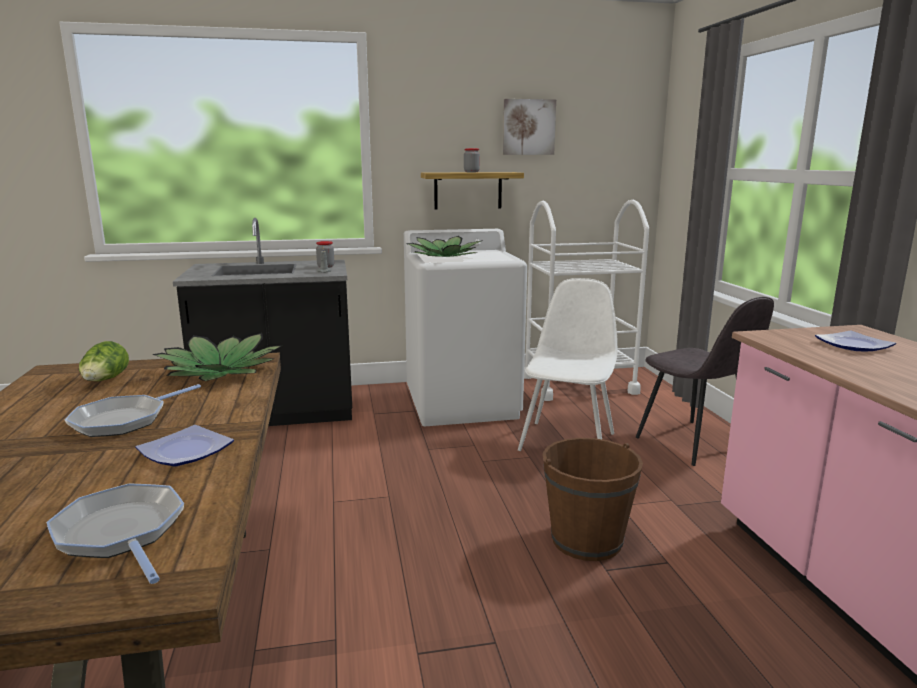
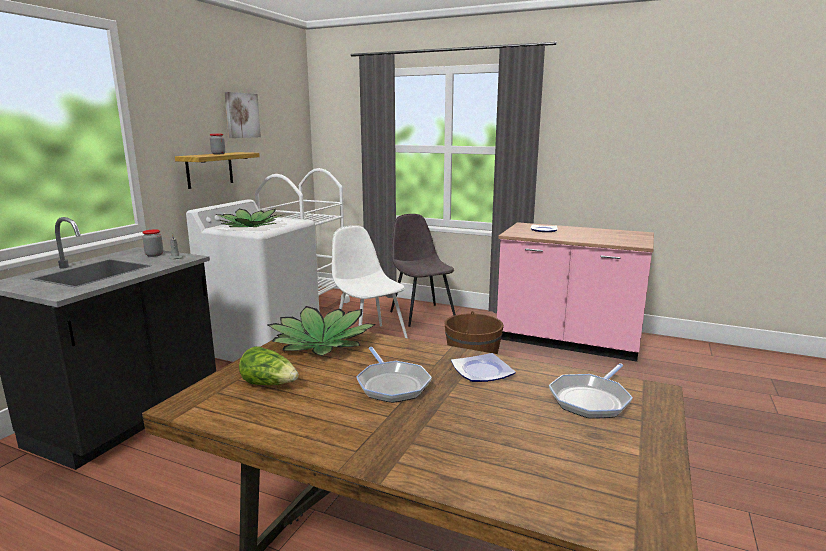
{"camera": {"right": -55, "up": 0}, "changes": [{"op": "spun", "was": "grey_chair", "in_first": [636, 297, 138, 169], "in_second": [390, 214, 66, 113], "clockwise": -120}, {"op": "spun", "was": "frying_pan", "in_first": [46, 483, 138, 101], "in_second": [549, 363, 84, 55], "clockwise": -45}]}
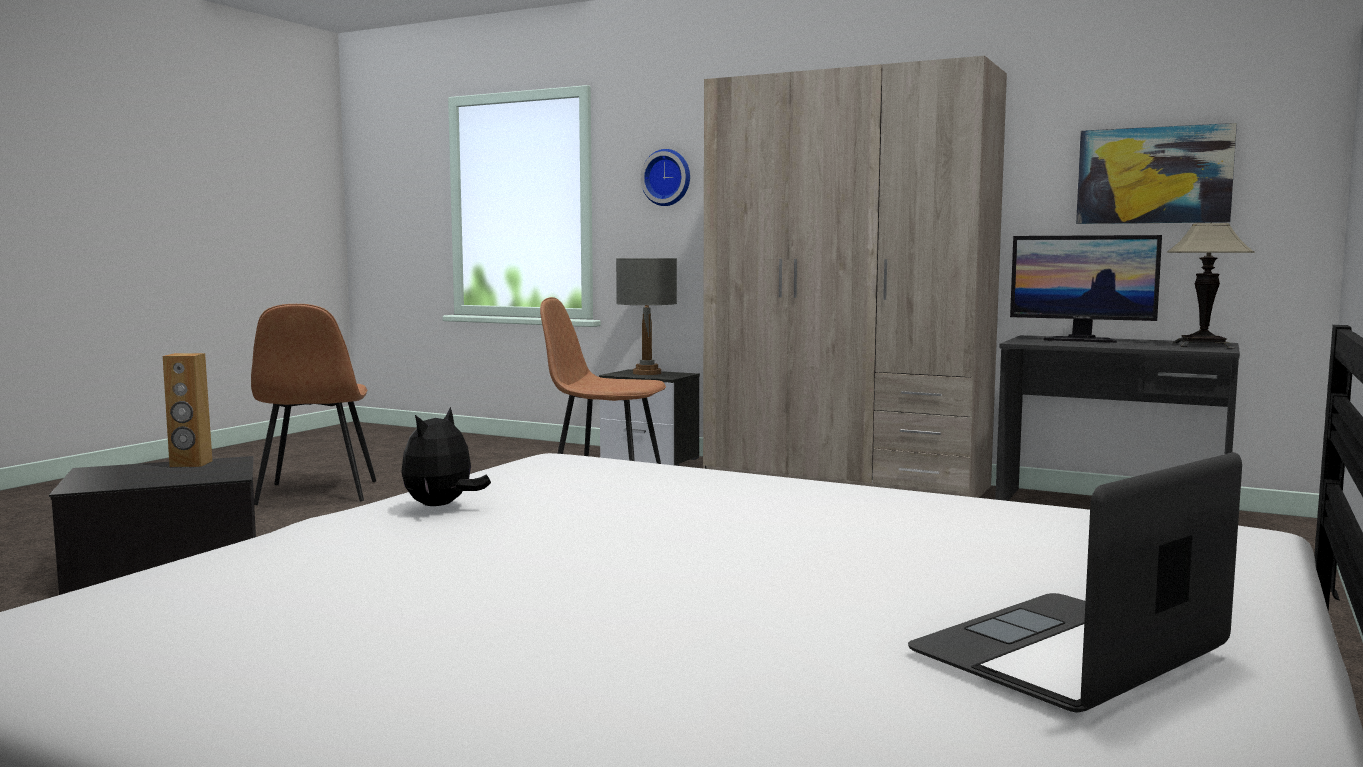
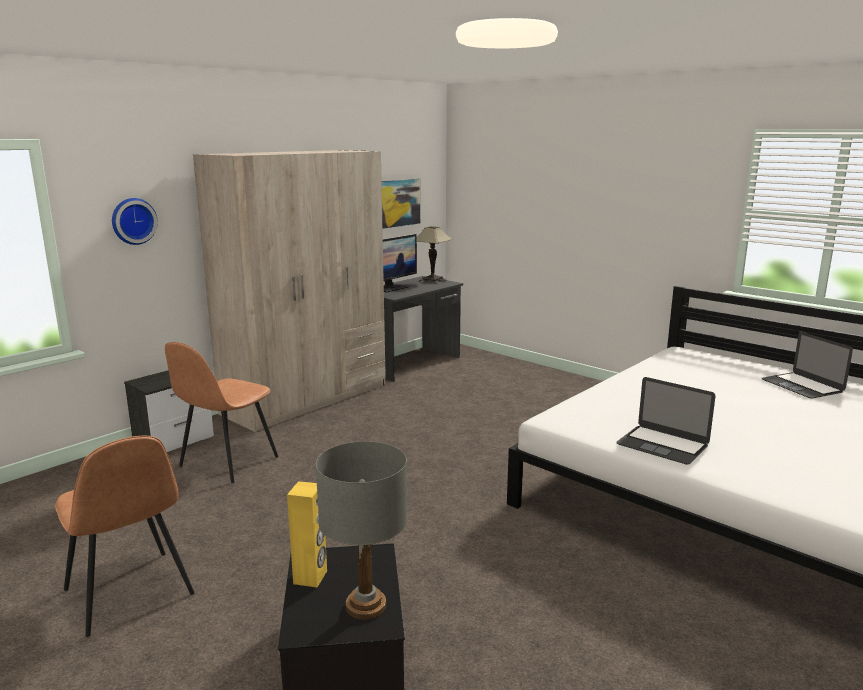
{"camera": {"right": -75, "up": 10}, "changes": [{"op": "spun", "was": "brown_chair", "in_first": [251, 304, 125, 201], "in_second": [55, 436, 140, 201], "clockwise": 45}, {"op": "colour", "was": "brown_speaker", "now": "yellow_speaker", "in_first": [163, 353, 49, 114], "in_second": [287, 481, 40, 107]}, {"op": "relocated", "was": "grey_table_lamp", "in_first": [616, 258, 61, 117], "in_second": [315, 441, 92, 179]}, {"op": "exchanged", "was": "plush_toy", "now": "laptop", "in_first": [402, 407, 89, 99], "in_second": [616, 377, 99, 88]}]}
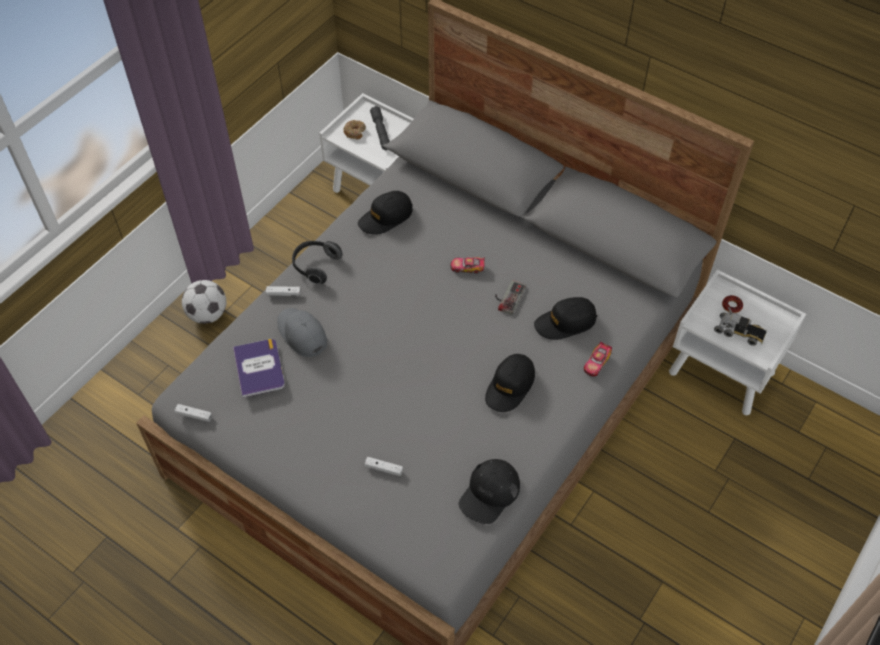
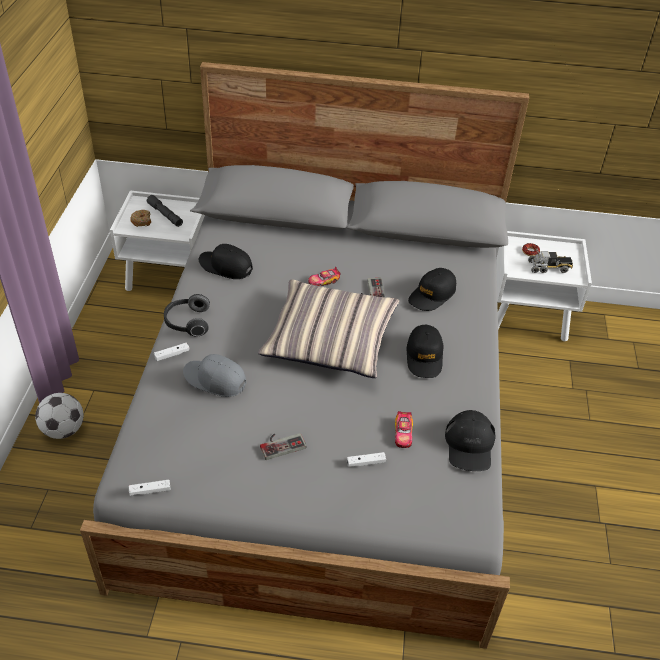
{"camera": {"right": -30, "up": -10}, "changes": [{"op": "spun", "was": "black_cap", "in_first": [358, 191, 55, 44], "in_second": [199, 244, 54, 35], "clockwise": 90}, {"op": "appeared", "now": "pillow", "in_second": [258, 279, 141, 99]}, {"op": "appeared", "now": "game_controller", "in_second": [260, 433, 47, 27]}, {"op": "relocated", "was": "toy_car", "in_first": [584, 342, 28, 35], "in_second": [395, 411, 18, 37]}, {"op": "missing", "was": "book", "in_first": [233, 339, 52, 58]}]}
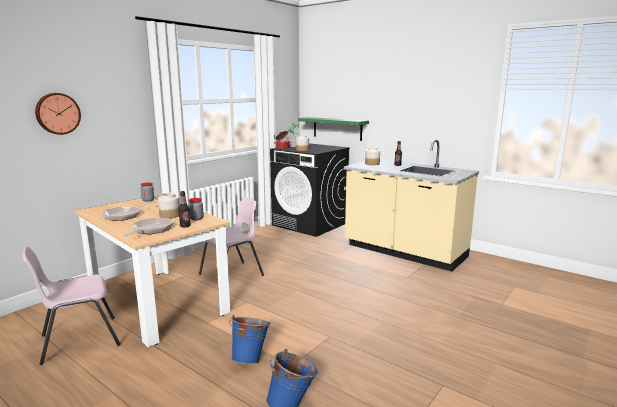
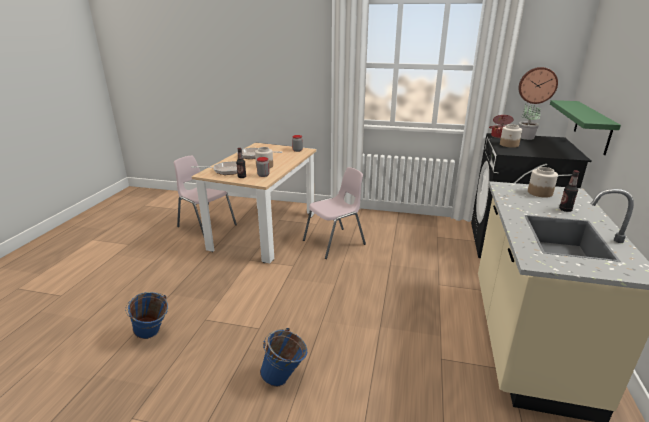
{"camera": {"right": 65, "up": 10}, "changes": [{"op": "relocated", "was": "blue_bucket", "in_first": [229, 315, 41, 49], "in_second": [260, 328, 48, 59]}, {"op": "spun", "was": "pink_chair", "in_first": [199, 197, 65, 93], "in_second": [303, 167, 63, 92], "clockwise": -60}, {"op": "relocated", "was": "wall_clock", "in_first": [35, 93, 46, 42], "in_second": [518, 67, 40, 37]}]}
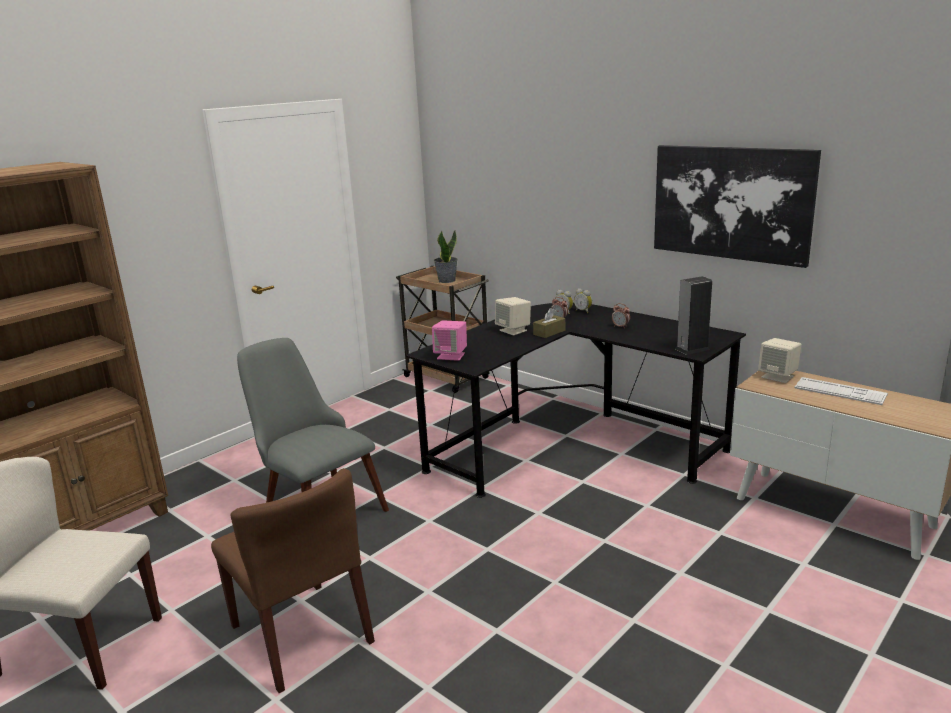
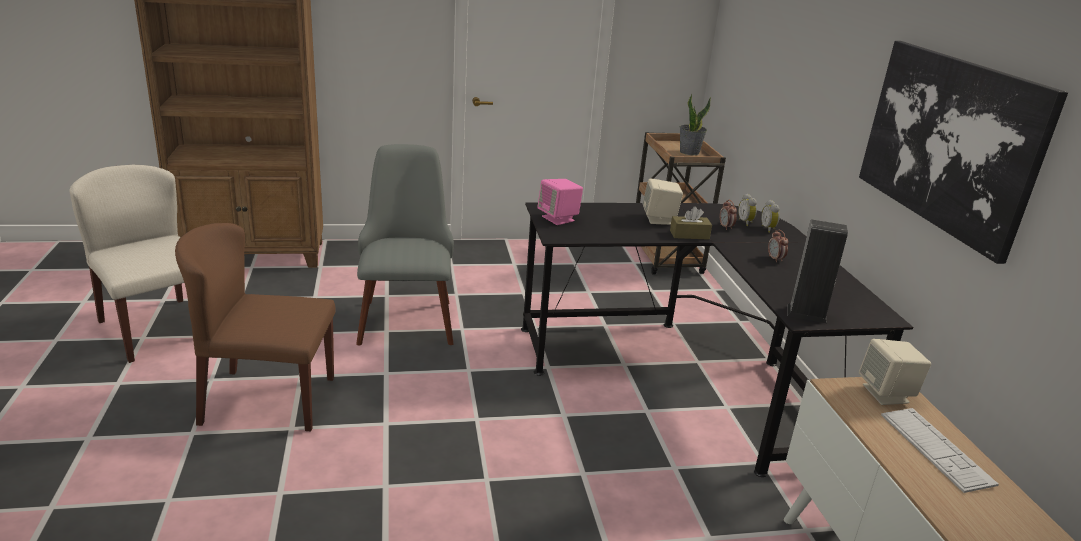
{"camera": {"right": 35, "up": 5}, "changes": [{"op": "spun", "was": "brown_chair", "in_first": [211, 468, 164, 225], "in_second": [175, 223, 161, 208], "clockwise": 90}]}
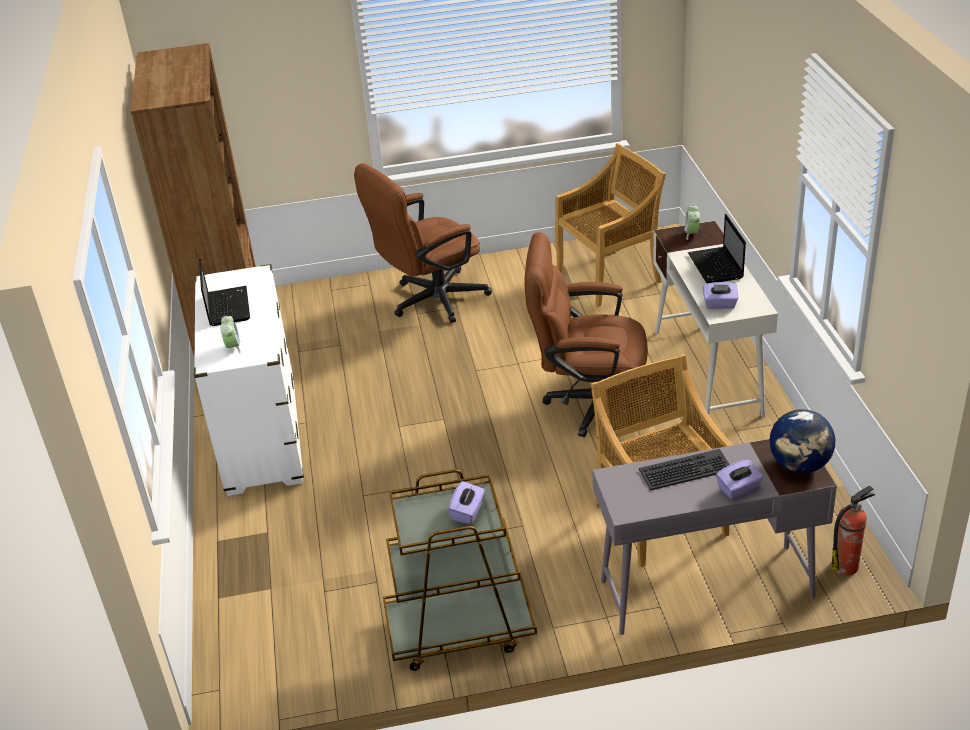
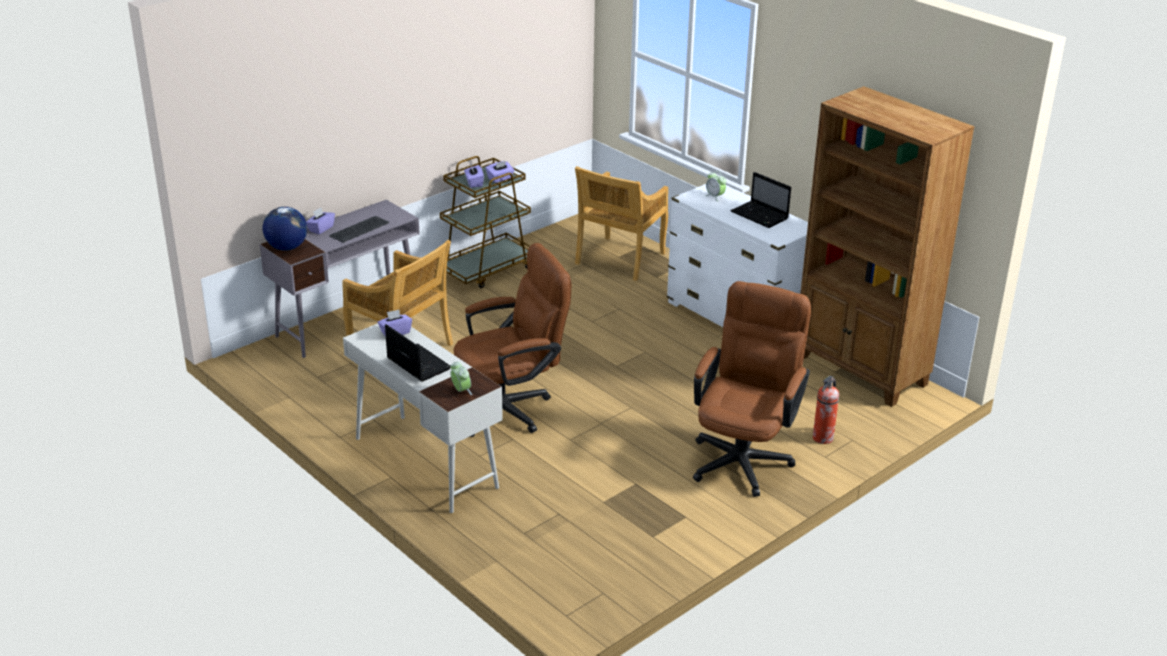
{"camera": {"right": 145, "up": -5}, "changes": [{"op": "appeared", "now": "purple_tissue_box", "in_second": [486, 161, 28, 22]}, {"op": "relocated", "was": "beige_chair", "in_first": [555, 143, 111, 164], "in_second": [575, 166, 93, 115]}, {"op": "relocated", "was": "fire_extinguisher", "in_first": [831, 485, 44, 90], "in_second": [813, 375, 26, 69]}]}
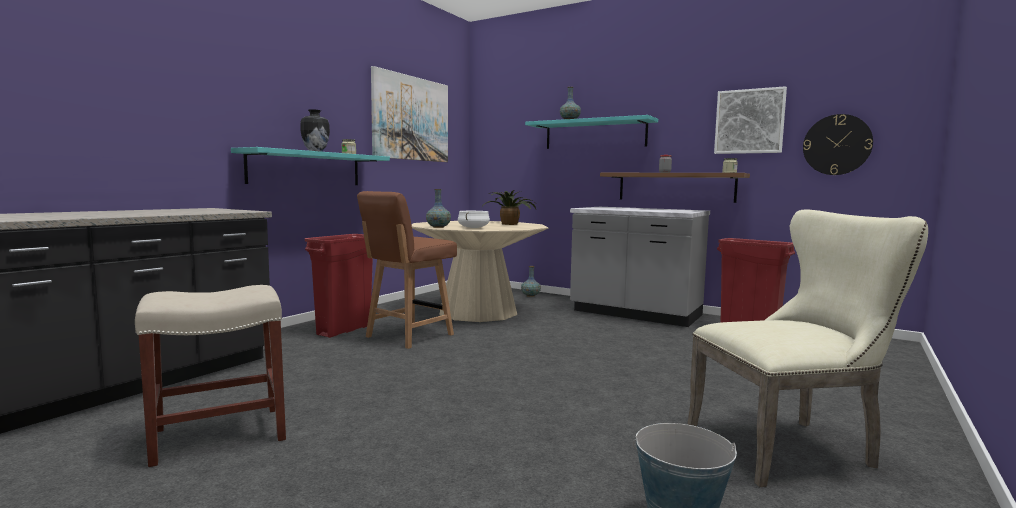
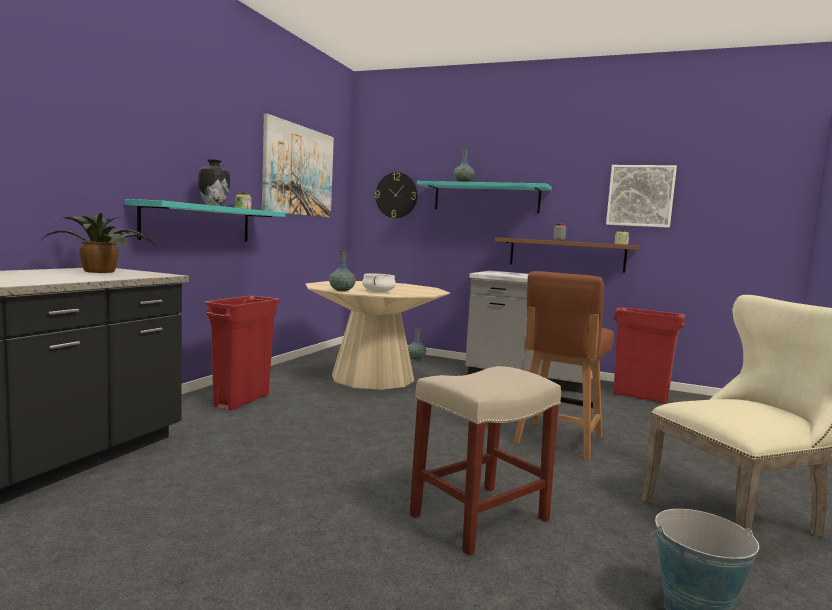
{"camera": {"right": -10, "up": 0}, "changes": [{"op": "relocated", "was": "potted_plant", "in_first": [482, 190, 54, 35], "in_second": [42, 213, 115, 60]}, {"op": "relocated", "was": "wall_clock", "in_first": [803, 114, 70, 61], "in_second": [375, 172, 43, 46]}, {"op": "relocated", "was": "beige_stool", "in_first": [135, 285, 151, 182], "in_second": [410, 366, 151, 189]}, {"op": "relocated", "was": "brown_chair", "in_first": [357, 191, 100, 158], "in_second": [513, 271, 101, 189]}]}
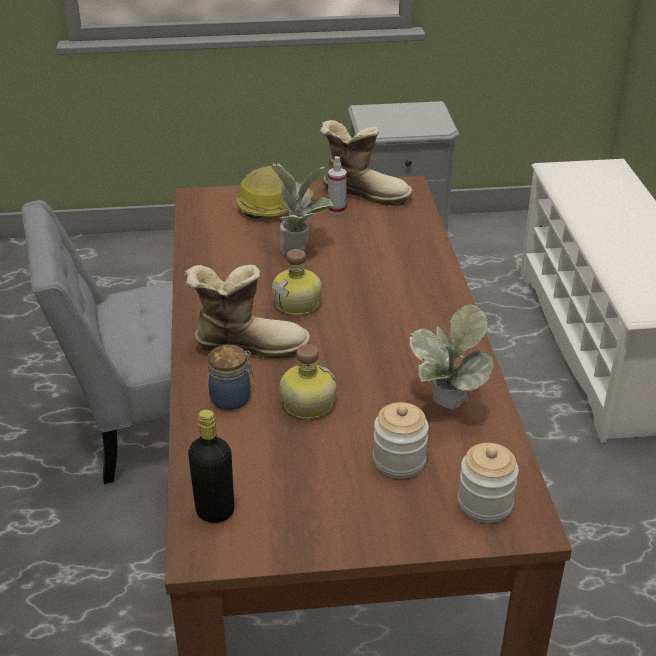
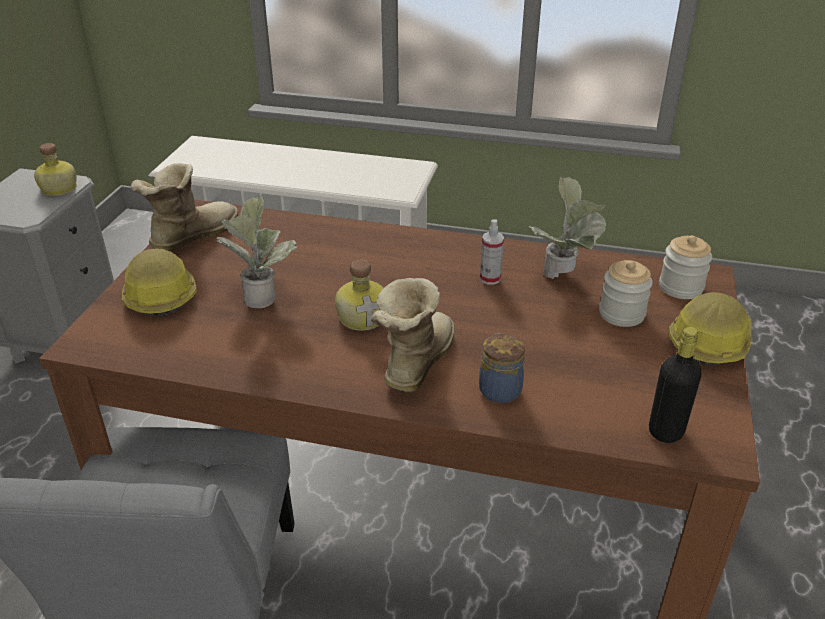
{"camera": {"right": -70, "up": 0}, "changes": [{"op": "relocated", "was": "bottle", "in_first": [279, 344, 58, 75], "in_second": [34, 143, 43, 53]}, {"op": "relocated", "was": "spray_bottle", "in_first": [328, 156, 19, 58], "in_second": [480, 219, 24, 66]}, {"op": "appeared", "now": "hard_hat", "in_second": [668, 292, 84, 74]}]}
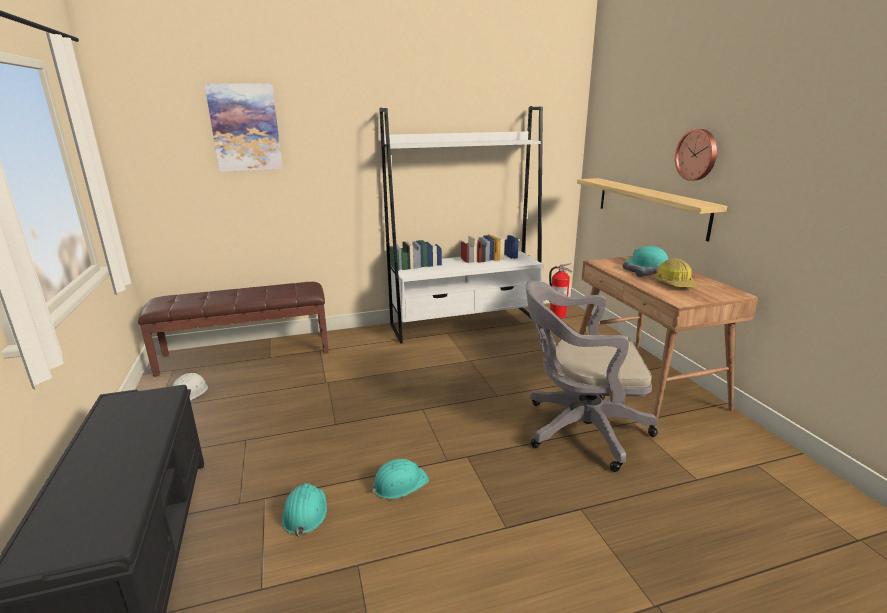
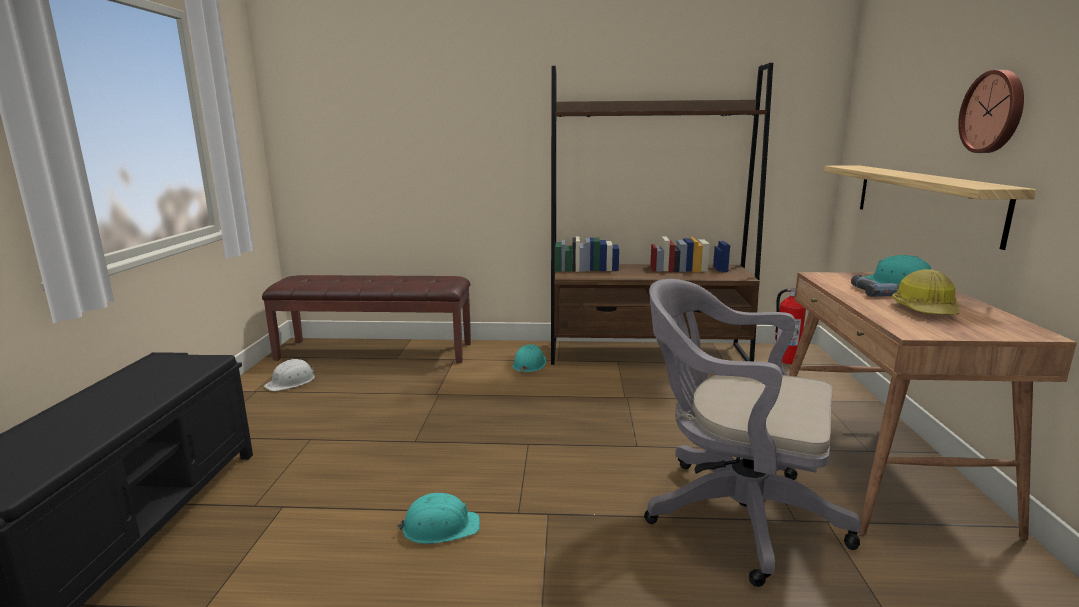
{"camera": {"right": 20, "up": -5}, "changes": [{"op": "relocated", "was": "turquoise_hard_hat", "in_first": [282, 483, 45, 54], "in_second": [513, 344, 33, 30]}, {"op": "colour", "was": "white_bookcase", "now": "brown_bookcase", "in_first": [379, 106, 164, 237], "in_second": [551, 63, 222, 302]}, {"op": "missing", "was": "picture", "in_first": [204, 83, 79, 89]}]}
